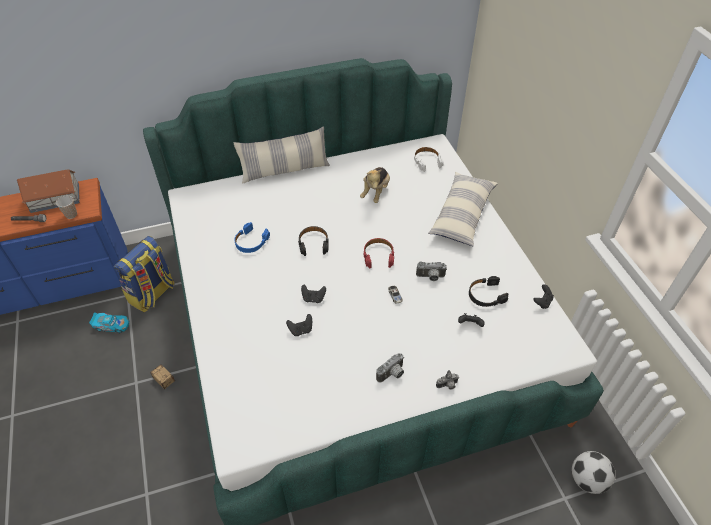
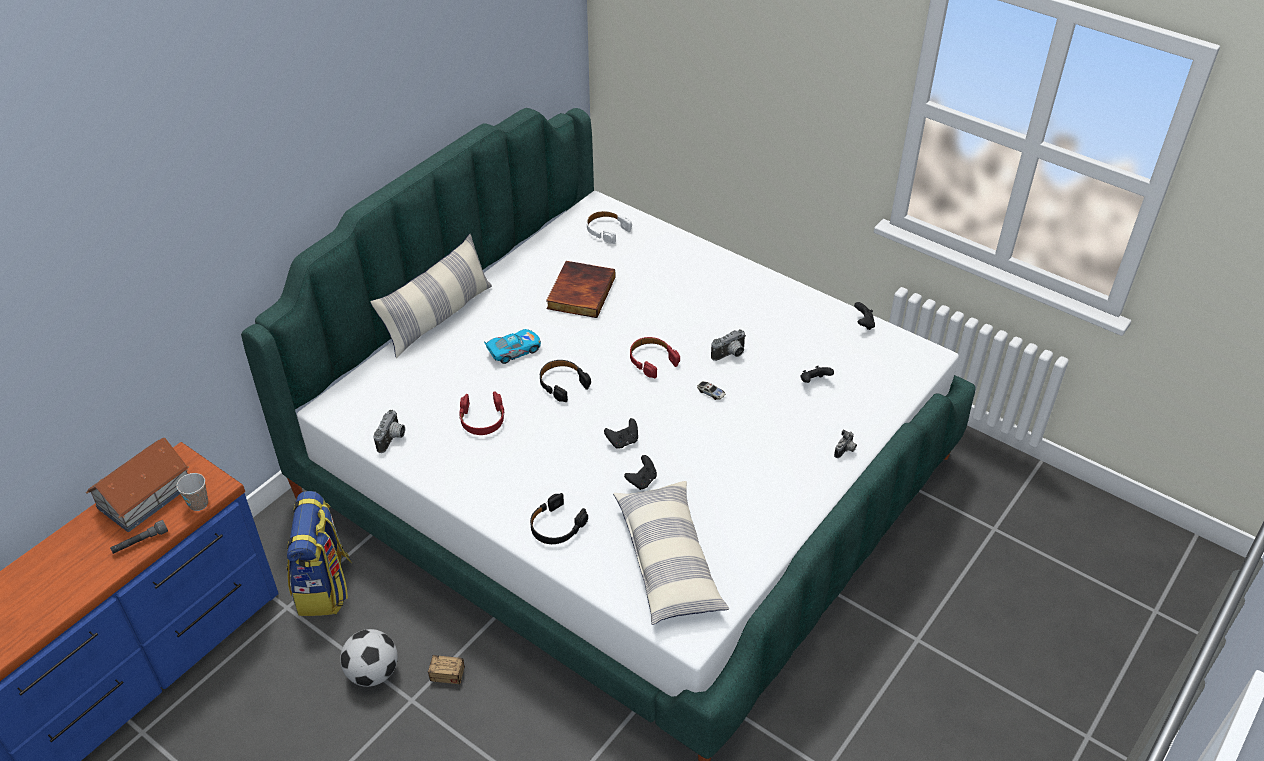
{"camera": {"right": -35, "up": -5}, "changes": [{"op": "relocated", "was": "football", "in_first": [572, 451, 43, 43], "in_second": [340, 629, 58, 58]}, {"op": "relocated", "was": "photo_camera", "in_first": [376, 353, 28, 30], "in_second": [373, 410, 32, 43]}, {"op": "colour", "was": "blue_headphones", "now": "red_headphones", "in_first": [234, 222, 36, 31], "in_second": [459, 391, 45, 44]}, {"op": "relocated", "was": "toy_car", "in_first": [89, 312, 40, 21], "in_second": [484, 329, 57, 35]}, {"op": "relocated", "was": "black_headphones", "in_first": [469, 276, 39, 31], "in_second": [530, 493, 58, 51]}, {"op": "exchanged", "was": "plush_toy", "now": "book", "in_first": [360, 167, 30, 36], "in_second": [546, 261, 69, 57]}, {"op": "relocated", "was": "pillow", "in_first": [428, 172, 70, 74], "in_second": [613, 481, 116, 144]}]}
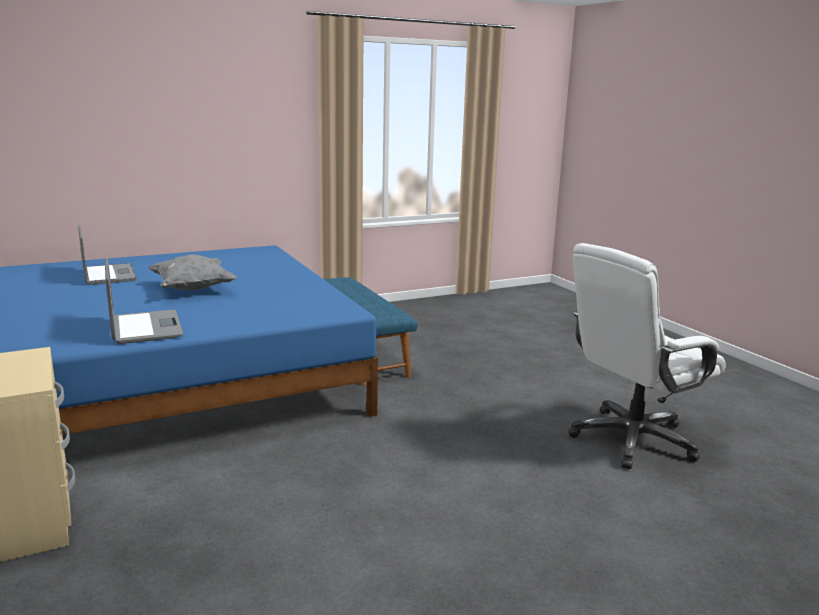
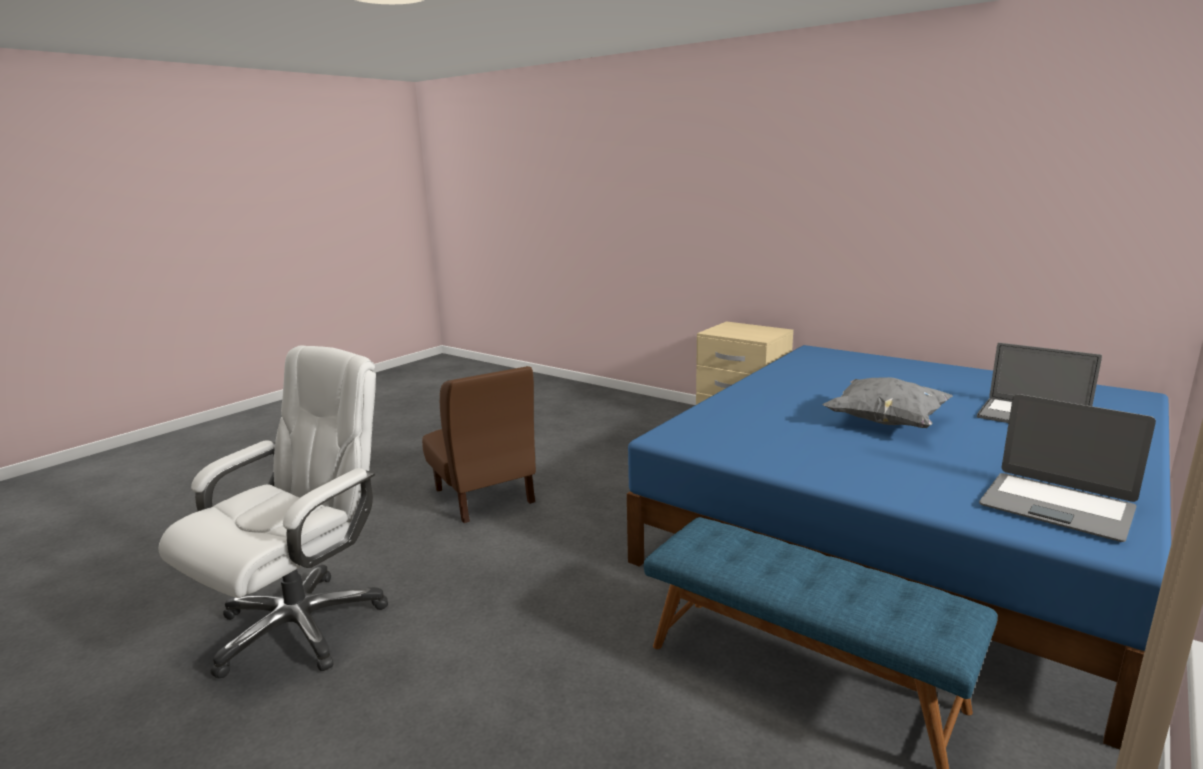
{"camera": {"right": 155, "up": 0}, "changes": [{"op": "appeared", "now": "brown_chair", "in_second": [422, 366, 114, 157]}, {"op": "relocated", "was": "laptop", "in_first": [105, 258, 78, 86], "in_second": [979, 394, 177, 148]}]}
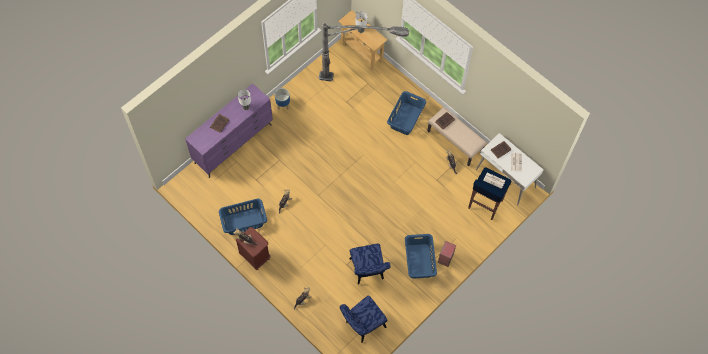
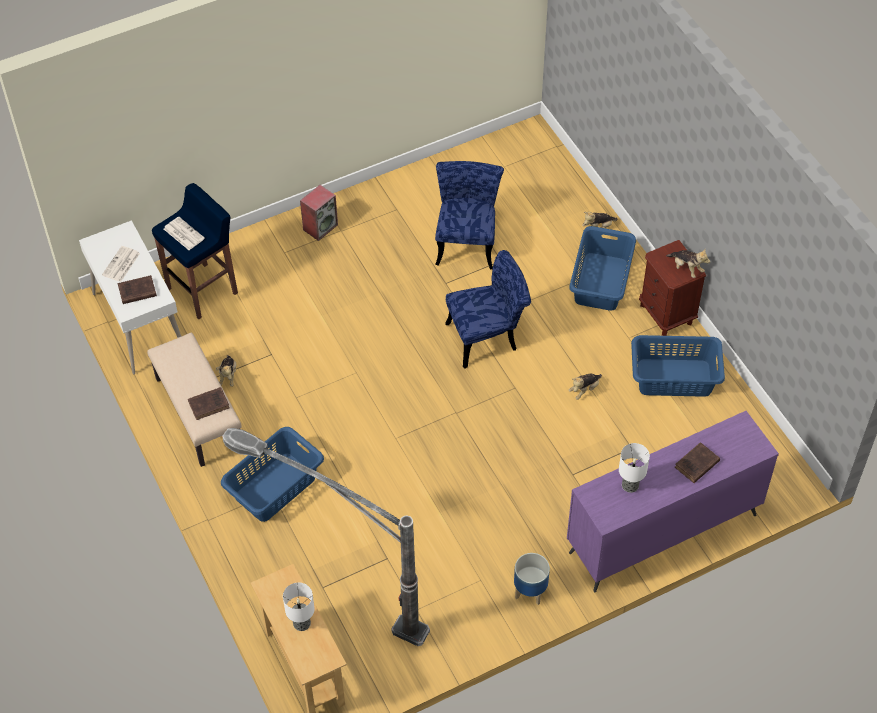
{"camera": {"right": -160, "up": -10}, "changes": [{"op": "relocated", "was": "blue_chair", "in_first": [340, 295, 48, 48], "in_second": [445, 250, 86, 119]}, {"op": "relocated", "was": "blue_laundry_basket", "in_first": [405, 234, 32, 45], "in_second": [569, 226, 67, 85]}]}
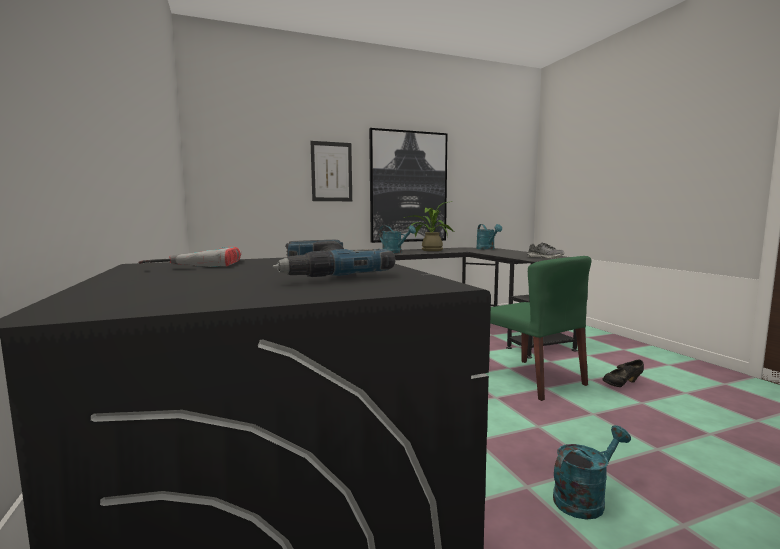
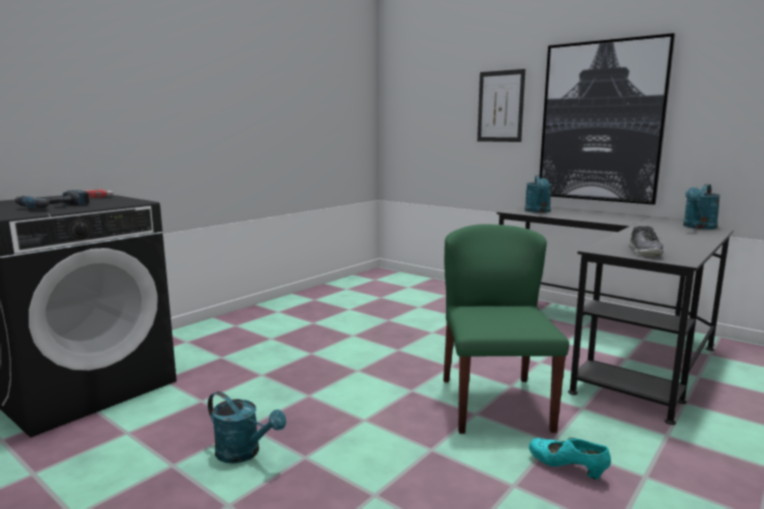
{"camera": {"right": 60, "up": 5}, "changes": [{"op": "spun", "was": "green_chair", "in_first": [490, 256, 101, 145], "in_second": [443, 224, 126, 210], "clockwise": 150}, {"op": "colour", "was": "black_shoe", "now": "turquoise_shoe", "in_first": [602, 360, 42, 27], "in_second": [529, 437, 82, 42]}, {"op": "missing", "was": "potted_plant", "in_first": [404, 202, 50, 49]}]}
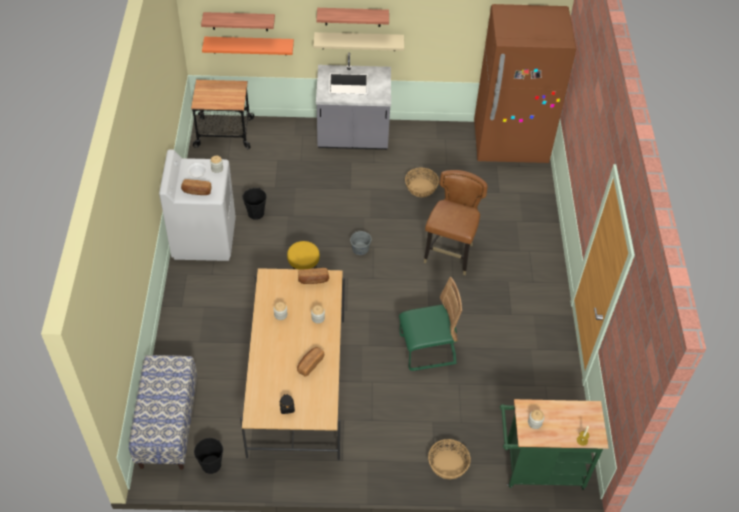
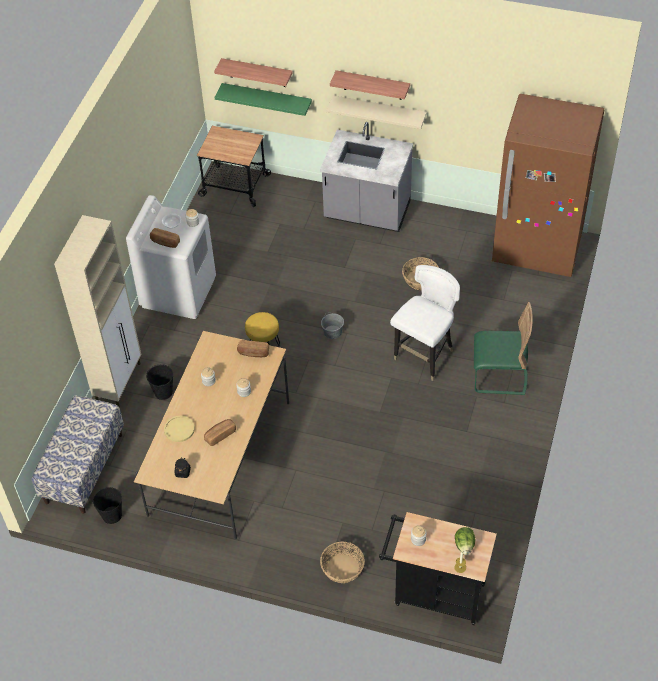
{"camera": {"right": 20, "up": 0}, "changes": [{"op": "appeared", "now": "beige_cabinet", "in_second": [54, 215, 87, 192]}, {"op": "relocated", "was": "black_bucket", "in_first": [242, 188, 24, 32], "in_second": [146, 364, 27, 36]}, {"op": "appeared", "now": "yellow_plate", "in_second": [164, 415, 31, 27]}, {"op": "colour", "was": "orange_shelf", "now": "green_shelf", "in_first": [202, 37, 92, 18], "in_second": [215, 83, 97, 33]}, {"op": "colour", "was": "green_cart", "now": "black_cart", "in_first": [500, 399, 109, 90], "in_second": [379, 512, 118, 113]}, {"op": "colour", "was": "brown_chair", "now": "white_chair", "in_first": [424, 170, 64, 105], "in_second": [390, 265, 70, 116]}, {"op": "appeared", "now": "lettuce", "in_second": [455, 527, 21, 28]}, {"op": "relocated", "was": "green_chair", "in_first": [399, 277, 63, 94], "in_second": [474, 302, 59, 93]}]}
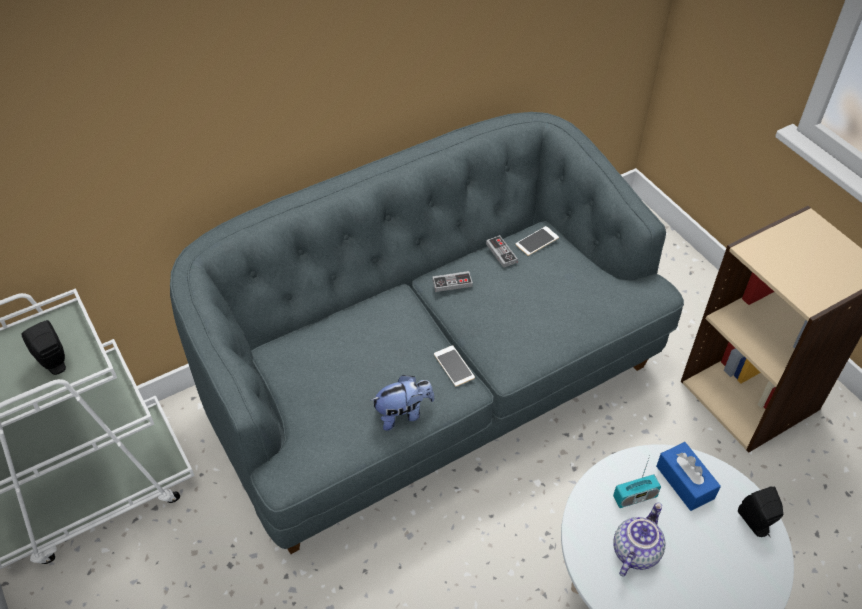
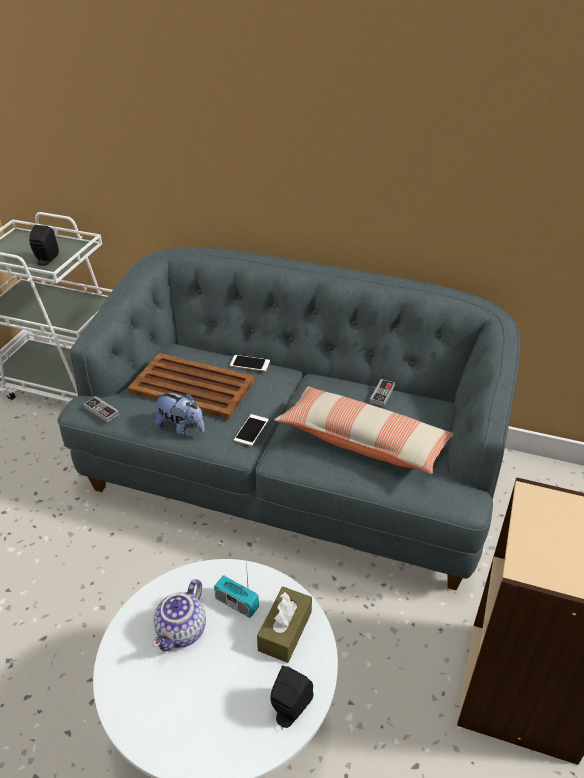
{"camera": {"right": 50, "up": -10}, "changes": [{"op": "relocated", "was": "game_controller", "in_first": [432, 271, 41, 21], "in_second": [84, 396, 35, 26]}, {"op": "appeared", "now": "brown_tray", "in_second": [128, 353, 127, 66]}, {"op": "spun", "was": "teapot", "in_first": [613, 503, 53, 74], "in_second": [153, 579, 53, 72], "clockwise": 120}, {"op": "relocated", "was": "phone", "in_first": [515, 226, 44, 30], "in_second": [230, 355, 40, 16]}, {"op": "colour", "was": "blue_tissue_box", "now": "brown_tissue_box", "in_first": [656, 442, 65, 69], "in_second": [257, 587, 55, 76]}, {"op": "appeared", "now": "pillow", "in_second": [274, 387, 180, 87]}]}
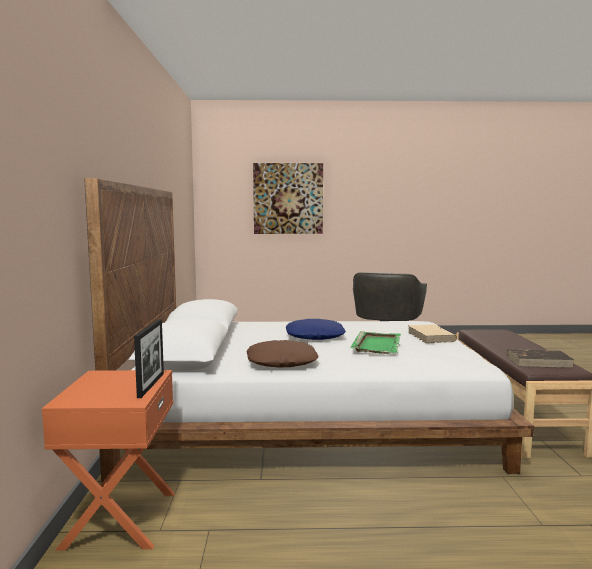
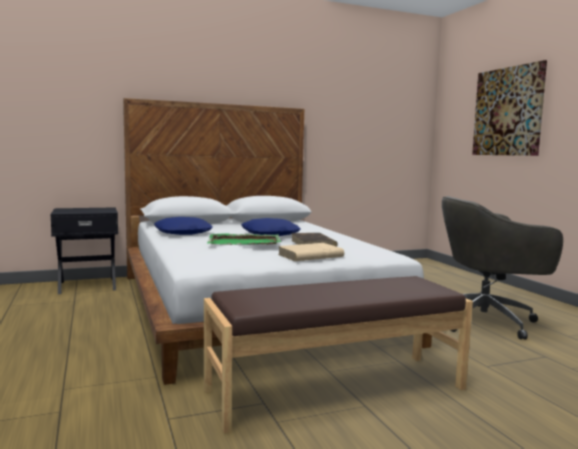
{"camera": {"right": 70, "up": 0}, "changes": [{"op": "colour", "was": "orange_nightstand", "now": "black_nightstand", "in_first": [42, 370, 133, 181], "in_second": [50, 207, 68, 87]}, {"op": "colour", "was": "brown_pillow", "now": "blue_pillow", "in_first": [246, 340, 73, 28], "in_second": [154, 217, 59, 18]}, {"op": "relocated", "was": "brown_book", "in_first": [507, 349, 67, 19], "in_second": [291, 233, 47, 14]}, {"op": "missing", "was": "picture_frame", "in_first": [134, 320, 30, 78]}]}
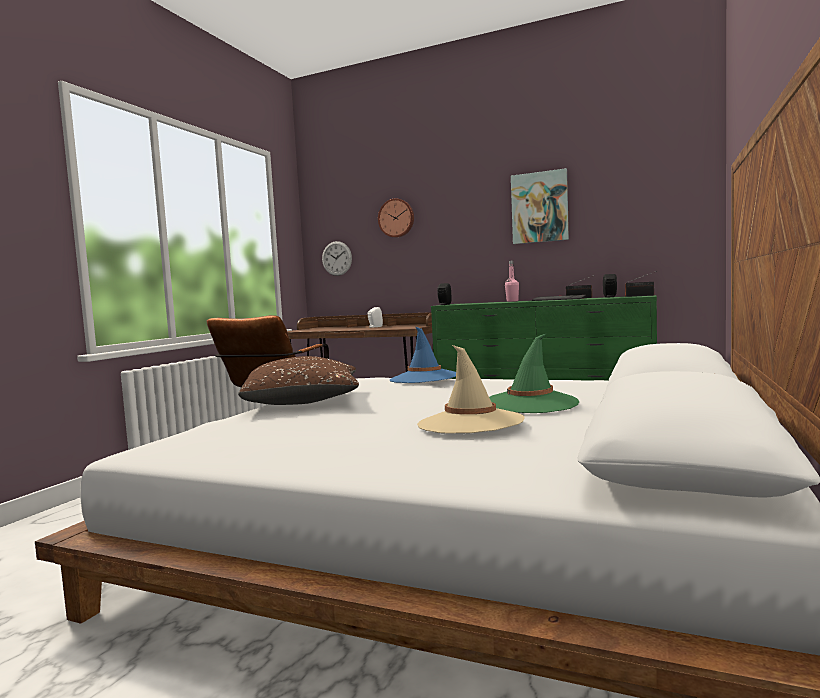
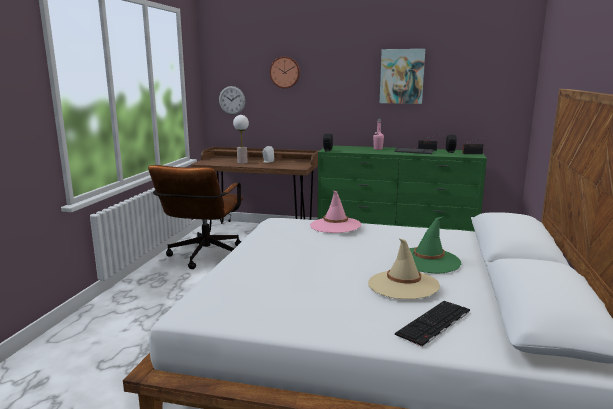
{"camera": {"right": -10, "up": 10}, "changes": [{"op": "appeared", "now": "table_lamp", "in_second": [233, 115, 16, 49]}, {"op": "colour", "was": "blue_hat", "now": "pink_hat", "in_first": [390, 327, 66, 56], "in_second": [310, 191, 52, 42]}, {"op": "appeared", "now": "keyboard", "in_second": [395, 301, 75, 46]}, {"op": "missing", "was": "brown_pillow", "in_first": [238, 356, 121, 49]}]}
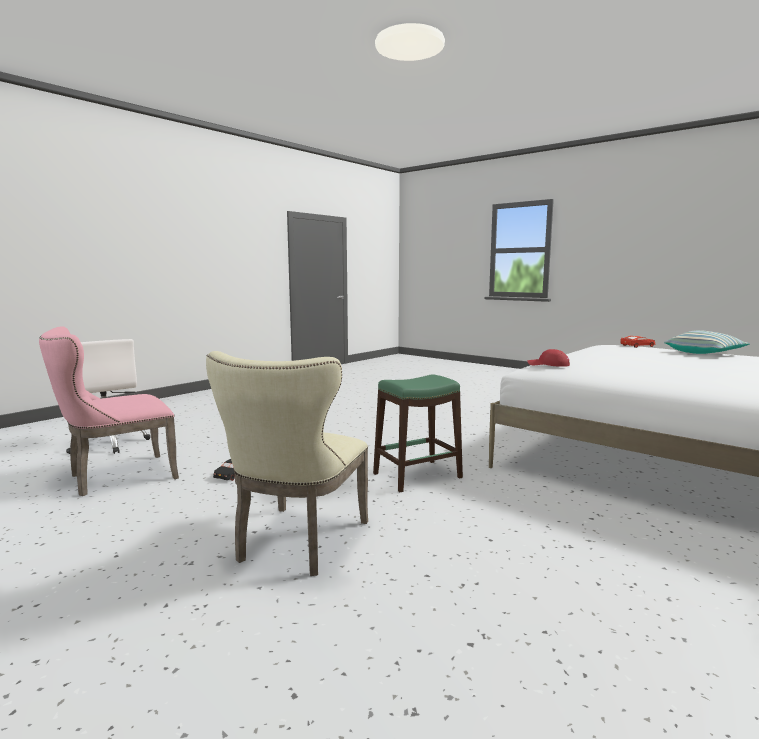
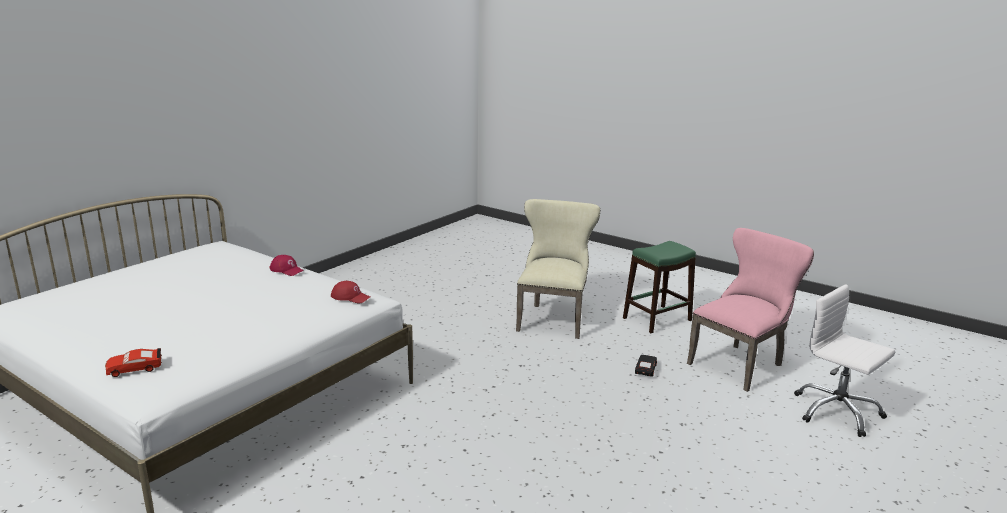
{"camera": {"right": 175, "up": 10}, "changes": [{"op": "appeared", "now": "red_cap", "in_second": [269, 255, 35, 21]}, {"op": "relocated", "was": "green_stool", "in_first": [373, 374, 90, 118], "in_second": [623, 241, 73, 92]}, {"op": "missing", "was": "pillow", "in_first": [664, 330, 85, 24]}]}
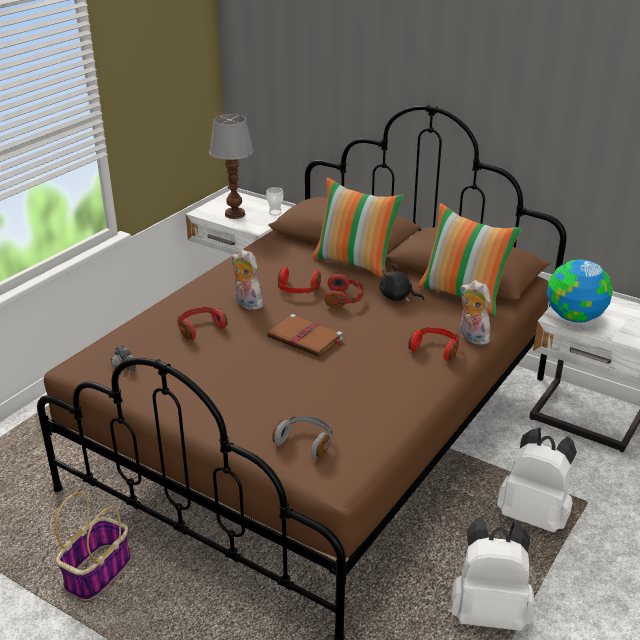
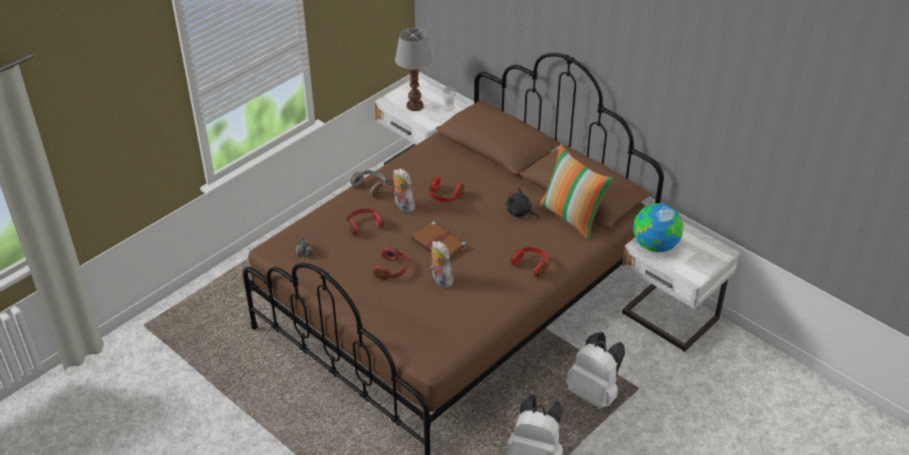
{"camera": {"right": 10, "up": 10}, "changes": [{"op": "relocated", "was": "grey_headphones", "in_first": [272, 415, 60, 43], "in_second": [351, 170, 36, 27]}, {"op": "relocated", "was": "red_headphones", "in_first": [324, 274, 40, 34], "in_second": [373, 247, 36, 33]}, {"op": "relocated", "was": "plush_toy", "in_first": [460, 280, 30, 65], "in_second": [431, 241, 22, 47]}, {"op": "missing", "was": "basket", "in_first": [54, 492, 77, 109]}, {"op": "missing", "was": "pillow", "in_first": [313, 178, 91, 100]}]}
